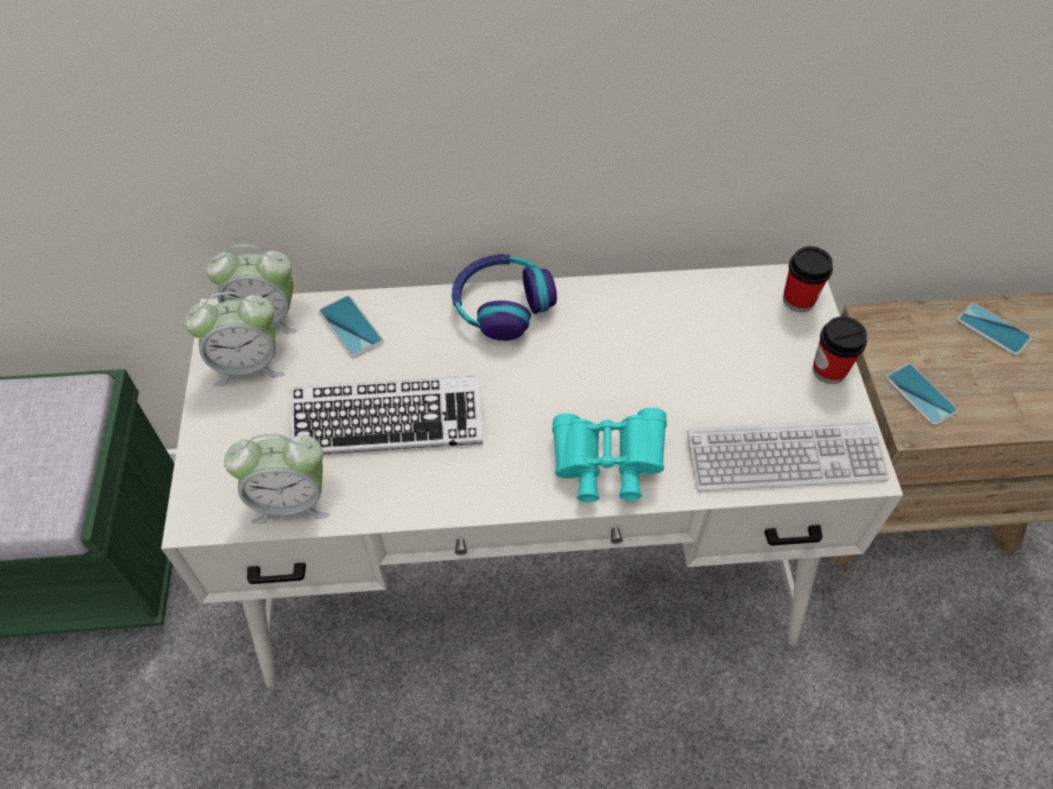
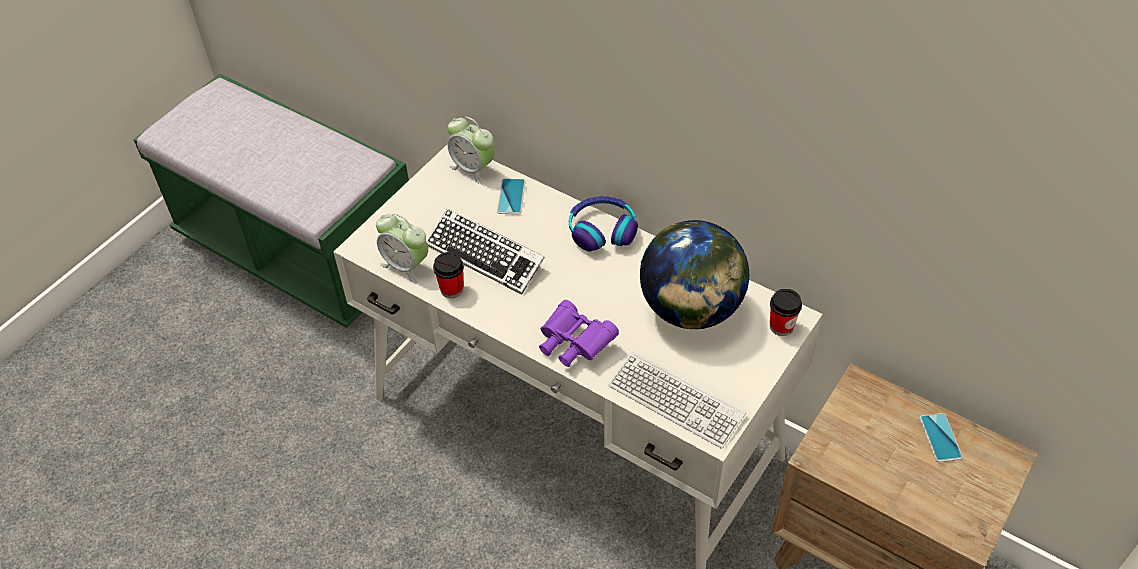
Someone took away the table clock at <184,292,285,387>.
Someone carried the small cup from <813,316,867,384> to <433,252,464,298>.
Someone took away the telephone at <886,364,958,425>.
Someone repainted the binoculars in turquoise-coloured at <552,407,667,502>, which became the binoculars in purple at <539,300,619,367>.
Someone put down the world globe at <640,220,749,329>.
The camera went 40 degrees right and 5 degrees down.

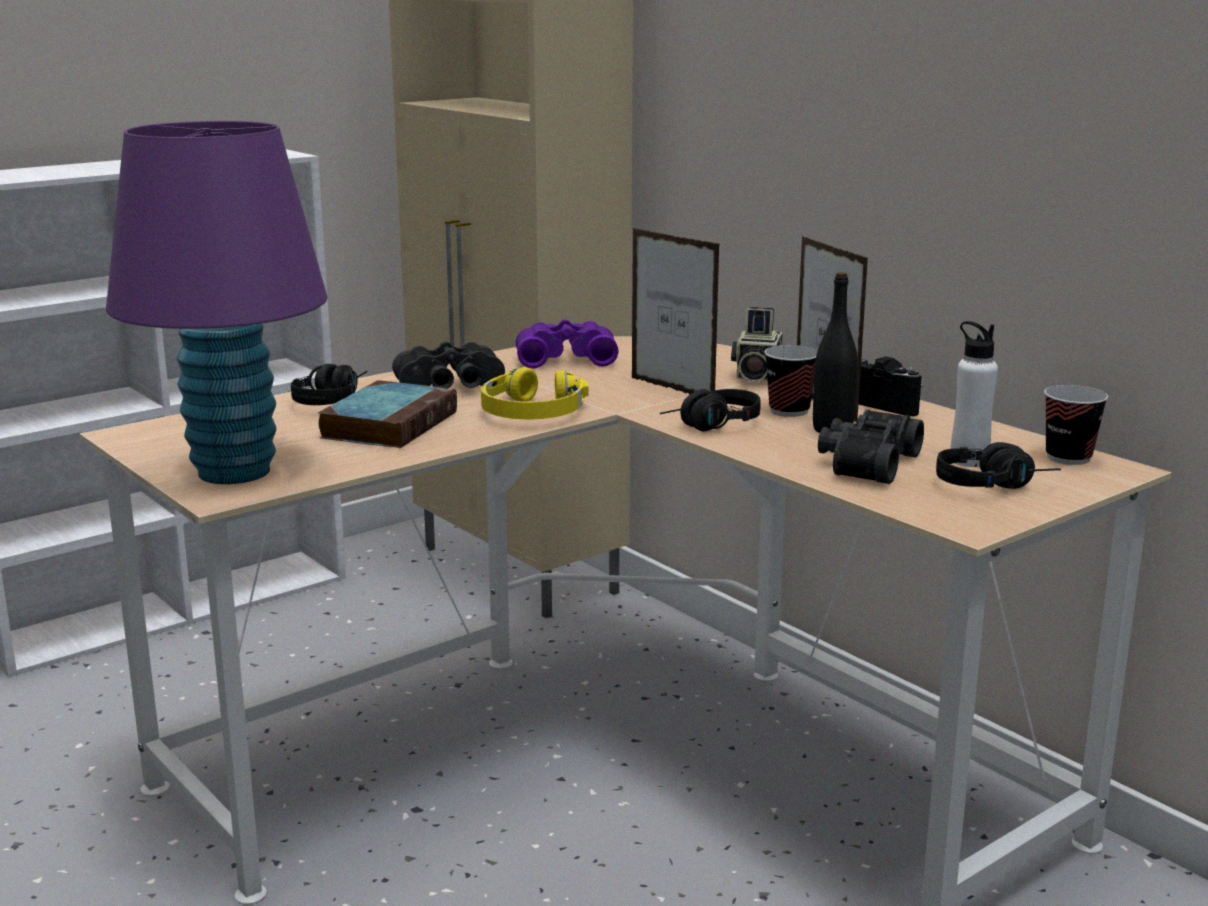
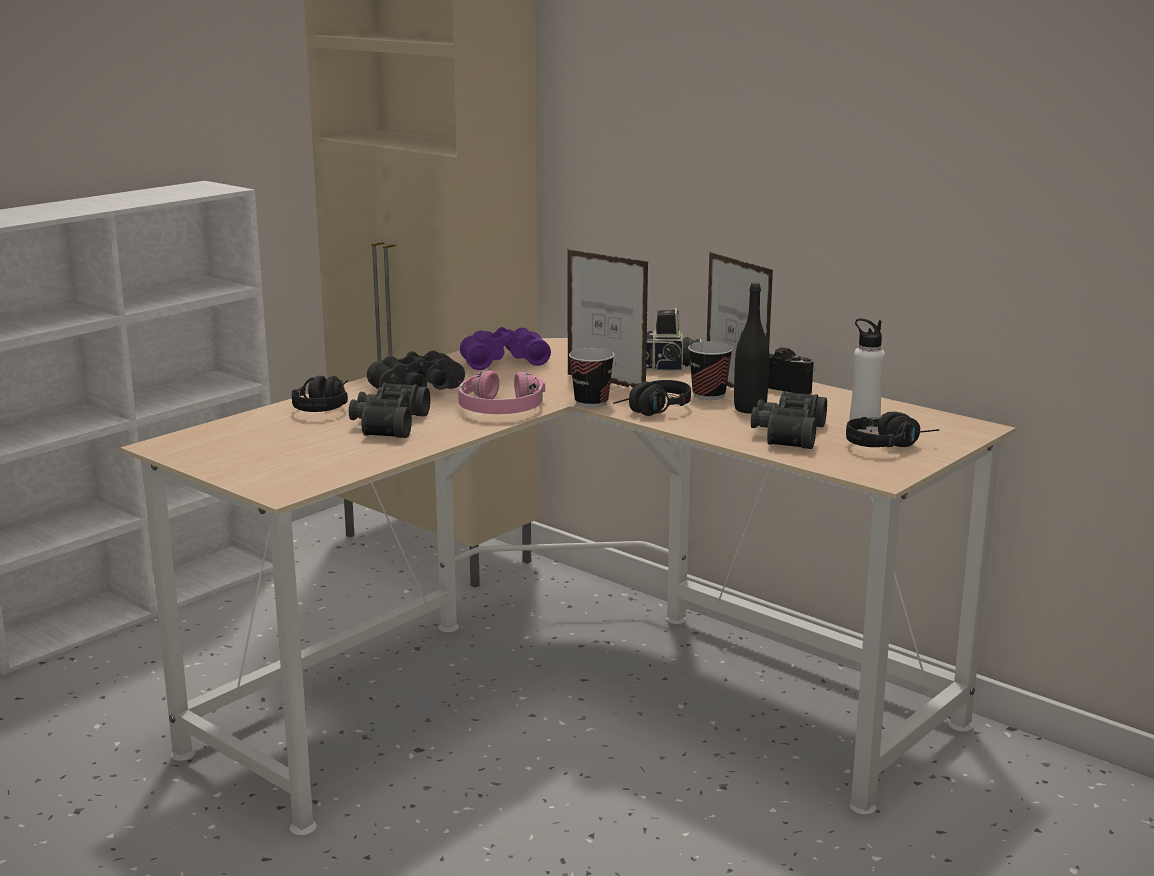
Someone took away the lamp for a table in purple at <106,121,327,484>.
Someone rotated the still camera at <731,307,783,382> by 90 degrees counterclockwise.
Someone repainted the pair of headphones in yellowish at <481,367,588,419>, which became the pair of headphones in pink-coloured at <458,370,545,414>.
Someone swapped the bound book at <318,380,457,448> for the binoculars in blackish at <349,383,430,438>.
Someone carried the small cup from <1044,385,1108,465> to <569,348,615,408>.
The camera went 10 degrees left and 0 degrees up.

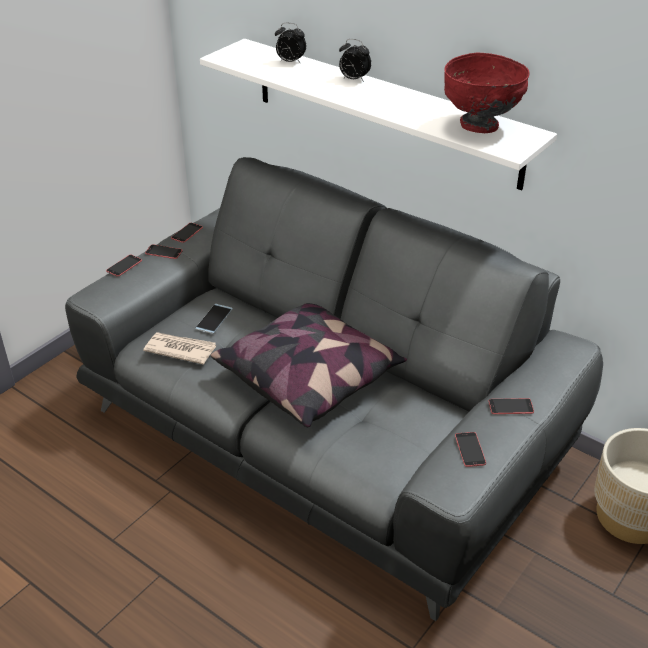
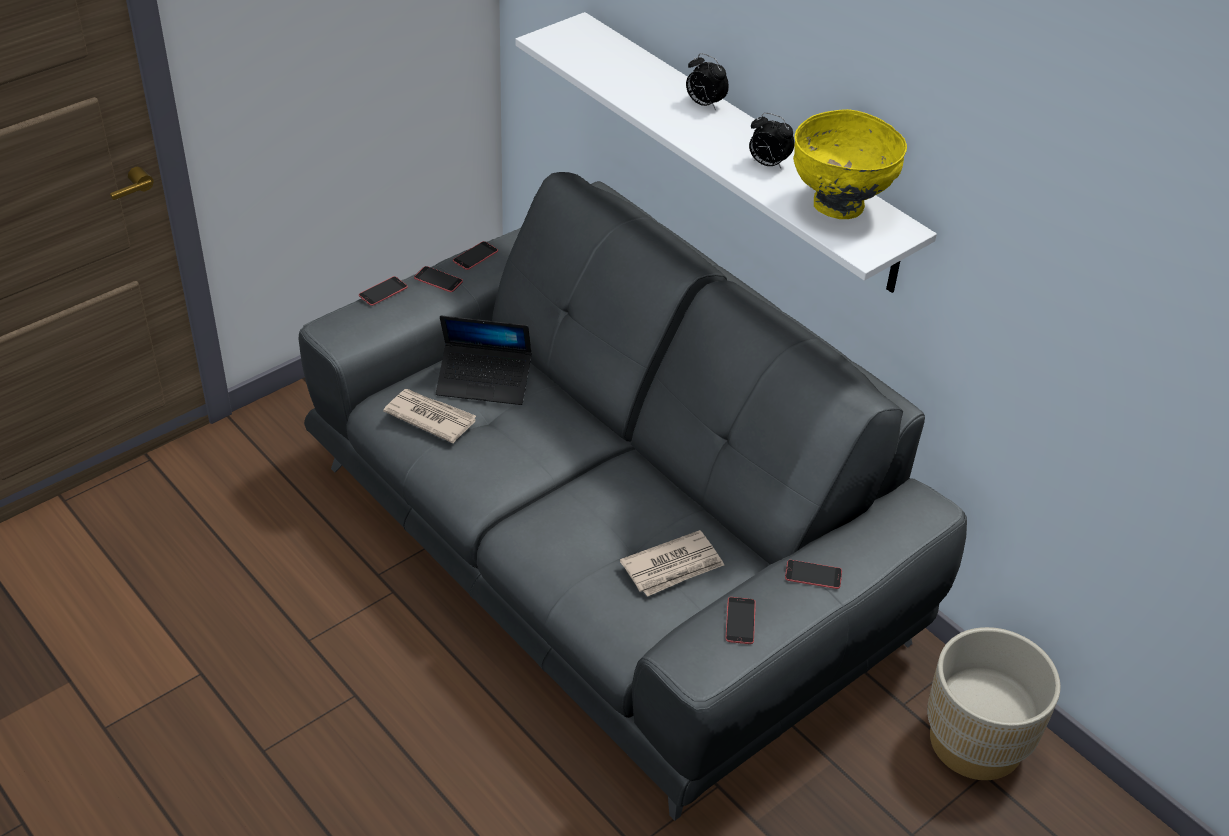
Someone carried the table clock from <275,23,306,64> to <749,113,795,170>.
Someone repainted the bowl in reddish at <444,53,529,133>, which became the bowl in yellowish at <793,109,907,219>.
Someone took away the throw pillow at <211,303,407,427>.
Someone swapped the telephone at <195,304,233,334> for the portable computer at <436,315,532,405>.
Someone put down the printed paper at <620,530,724,597>.
The camera went 10 degrees right and 5 degrees up.

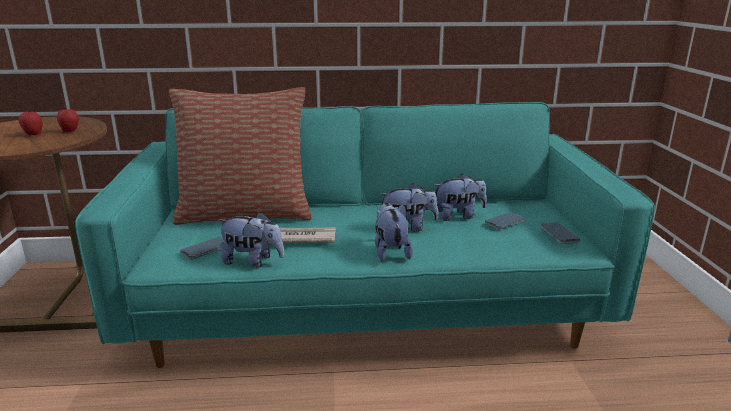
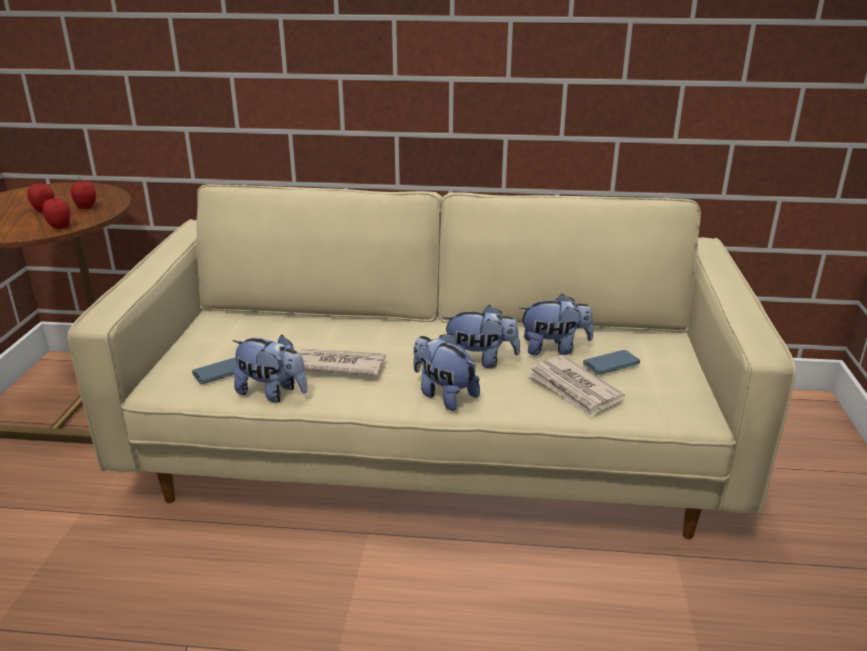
Someone took away the throw pillow at <169,87,311,225>.
Someone repainted the sofa in turquoise-coloured at <75,102,655,368>, which became the sofa in beige at <68,184,796,539>.
Someone rotated the soft toy at <375,203,413,262> by 45 degrees counterclockwise.
Someone took away the telephone at <541,222,580,244>.
Someone put down the apple at <43,196,70,229>.
Someone put down the printed paper at <528,355,625,417>.
The camera went 10 degrees right and 5 degrees up.

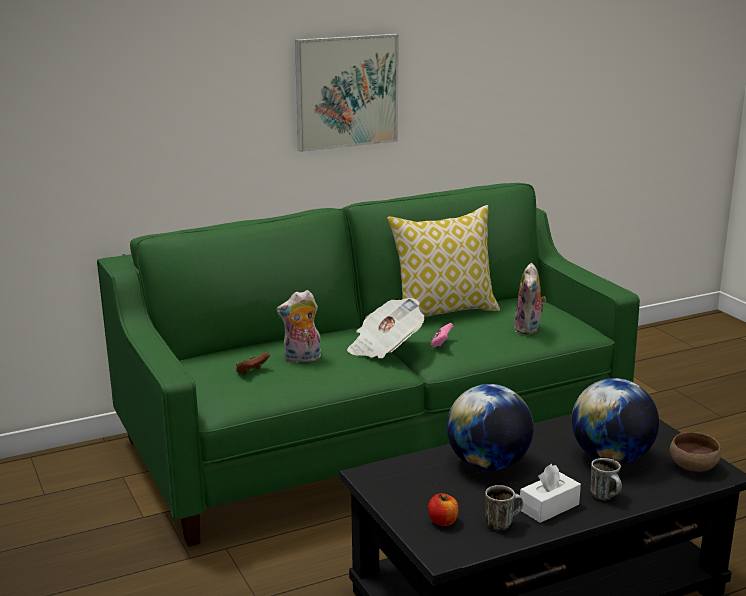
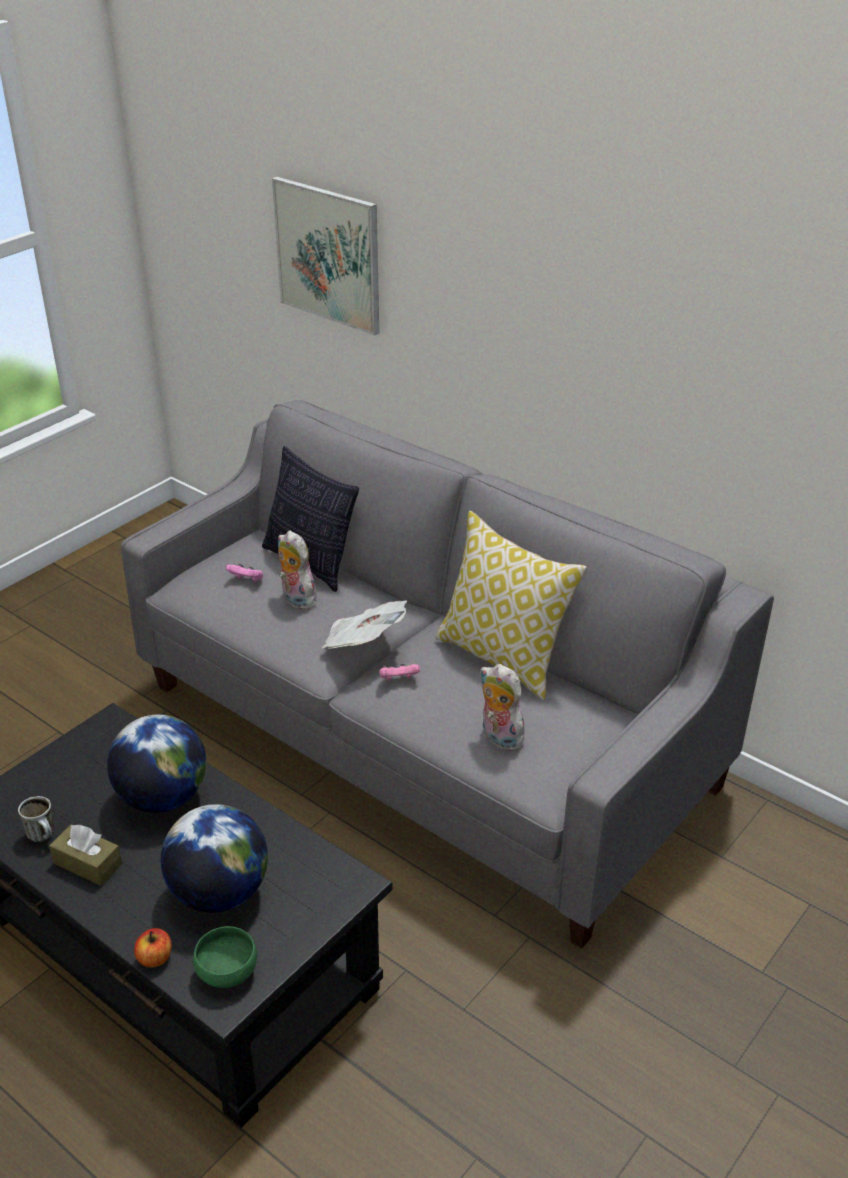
Someone carried the wall art from <295,34,399,152> to <272,177,379,336>.
Someone repainted the sofa in green at <97,183,640,547>, which became the sofa in gray at <121,400,774,949>.
Someone rotated the soft toy at <514,263,546,334> by 60 degrees clockwise.
Someone repainted the game controller in brownish at <236,352,270,374>, which became the game controller in pink-coloured at <226,564,263,582>.
Someone repainted the bowl in brownish at <670,432,721,472>, which became the bowl in green at <193,926,257,988>.
Someone took away the mug at <590,458,622,501>.
Someone repainted the tissue holder in white-coloured at <520,464,581,523>, which became the tissue holder in brownish at <49,824,122,886>.
Someone carried the apple from <428,493,458,526> to <134,928,172,967>.
Someone put down the throw pillow at <262,446,359,592>.
The camera went 65 degrees right and 15 degrees up.

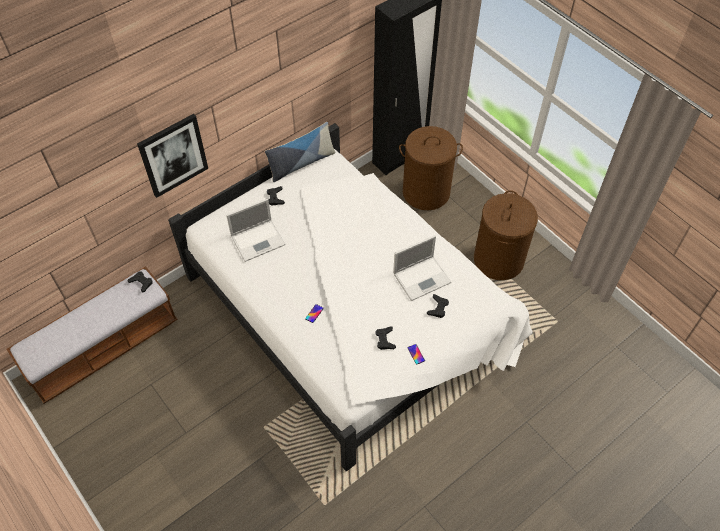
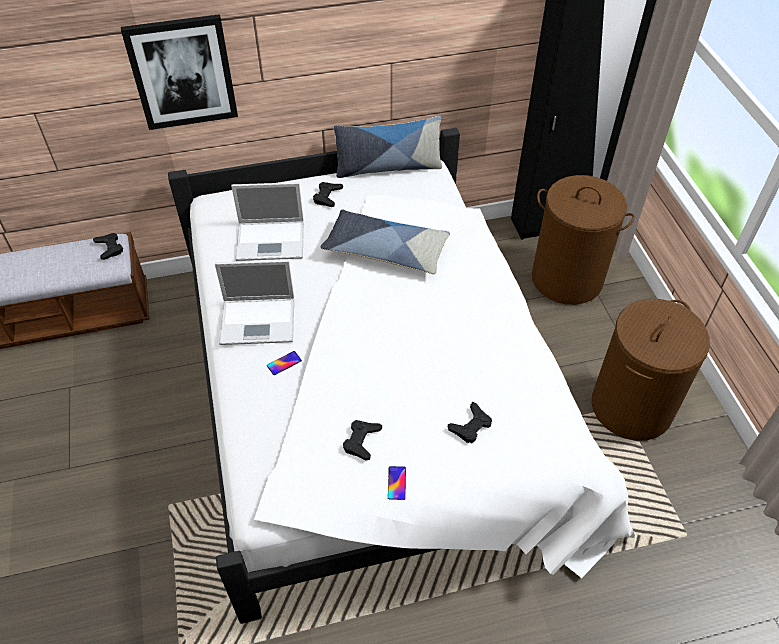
Someone carried the portable computer from <393,235,451,301> to <215,260,294,345>.
Someone put down the throw pillow at <321,209,450,274>.
The camera went 25 degrees right and 5 degrees down.

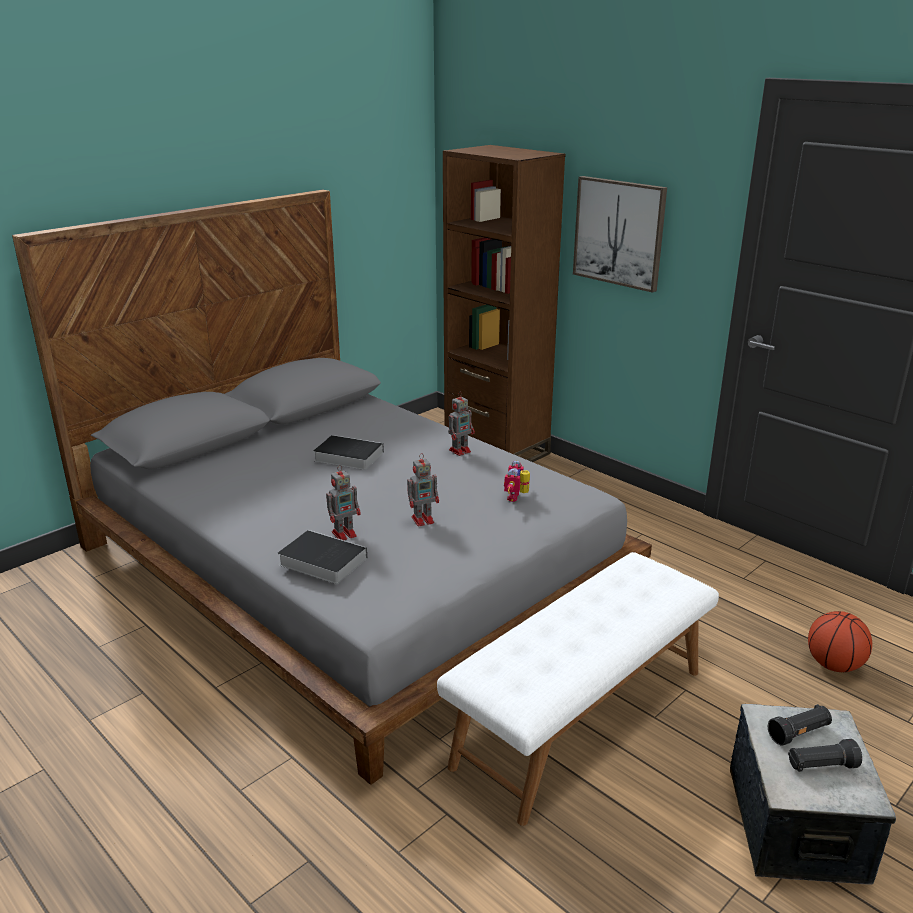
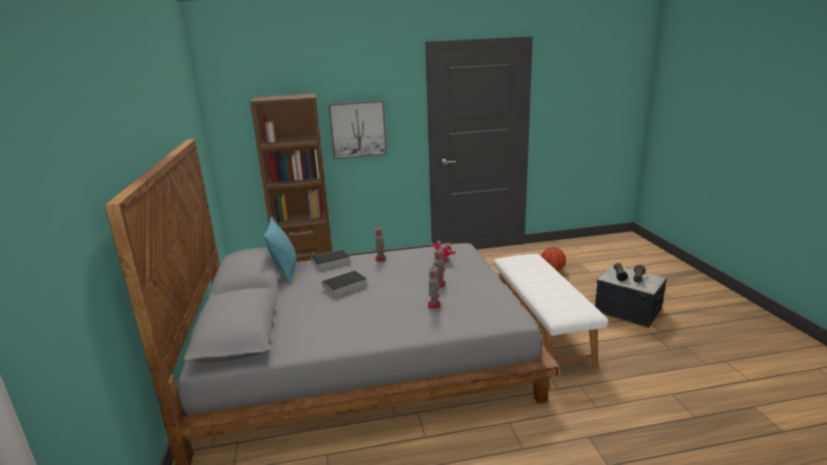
Someone carried the bound book from <278,530,367,584> to <308,249,351,271>.
Someone put down the throw pillow in turquoise-coloured at <263,216,297,284>.
The camera went 55 degrees left and 5 degrees down.

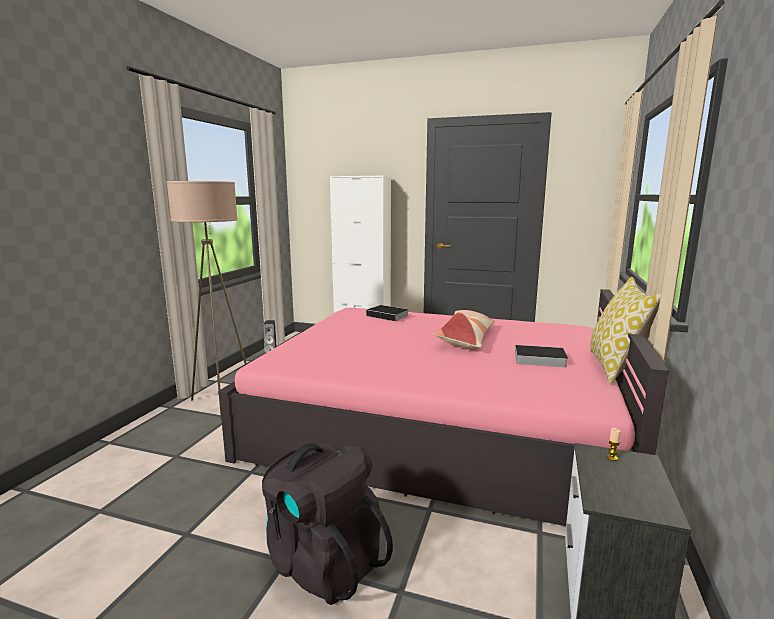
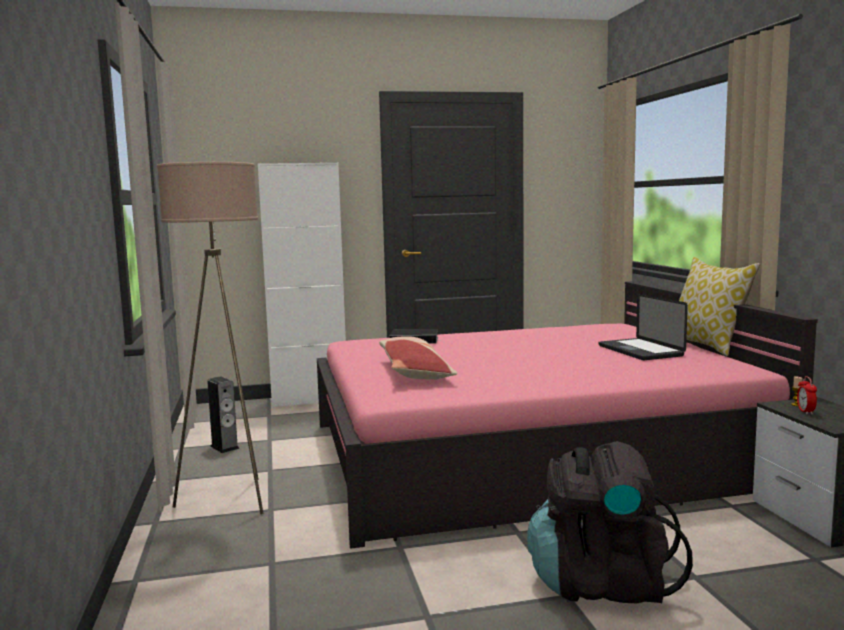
Someone carried the throw pillow from <433,310,495,348> to <379,336,457,380>.
Someone swapped the bound book at <506,345,568,367> for the portable computer at <598,294,688,360>.
Someone put down the table clock at <797,376,817,414>.
The camera went 30 degrees left and 5 degrees down.

